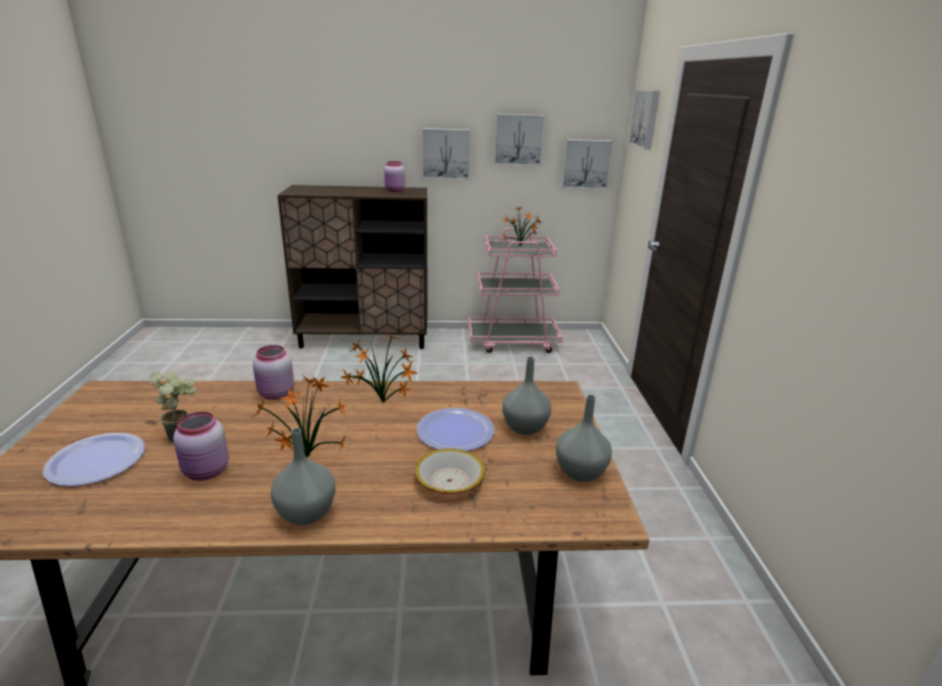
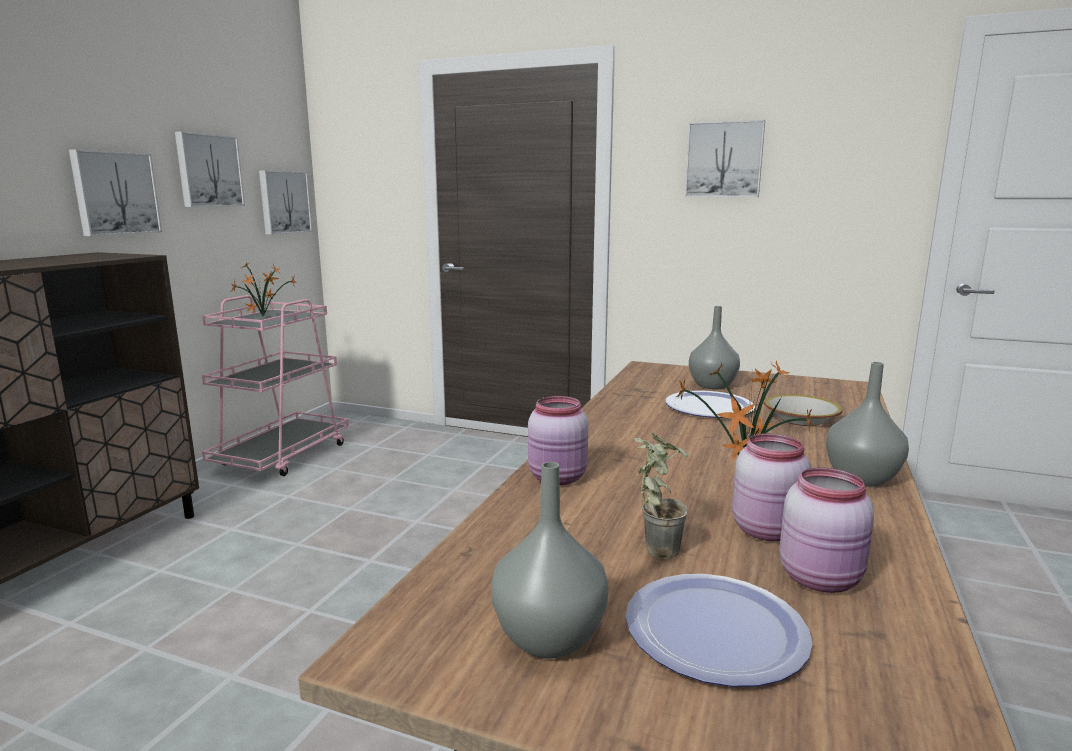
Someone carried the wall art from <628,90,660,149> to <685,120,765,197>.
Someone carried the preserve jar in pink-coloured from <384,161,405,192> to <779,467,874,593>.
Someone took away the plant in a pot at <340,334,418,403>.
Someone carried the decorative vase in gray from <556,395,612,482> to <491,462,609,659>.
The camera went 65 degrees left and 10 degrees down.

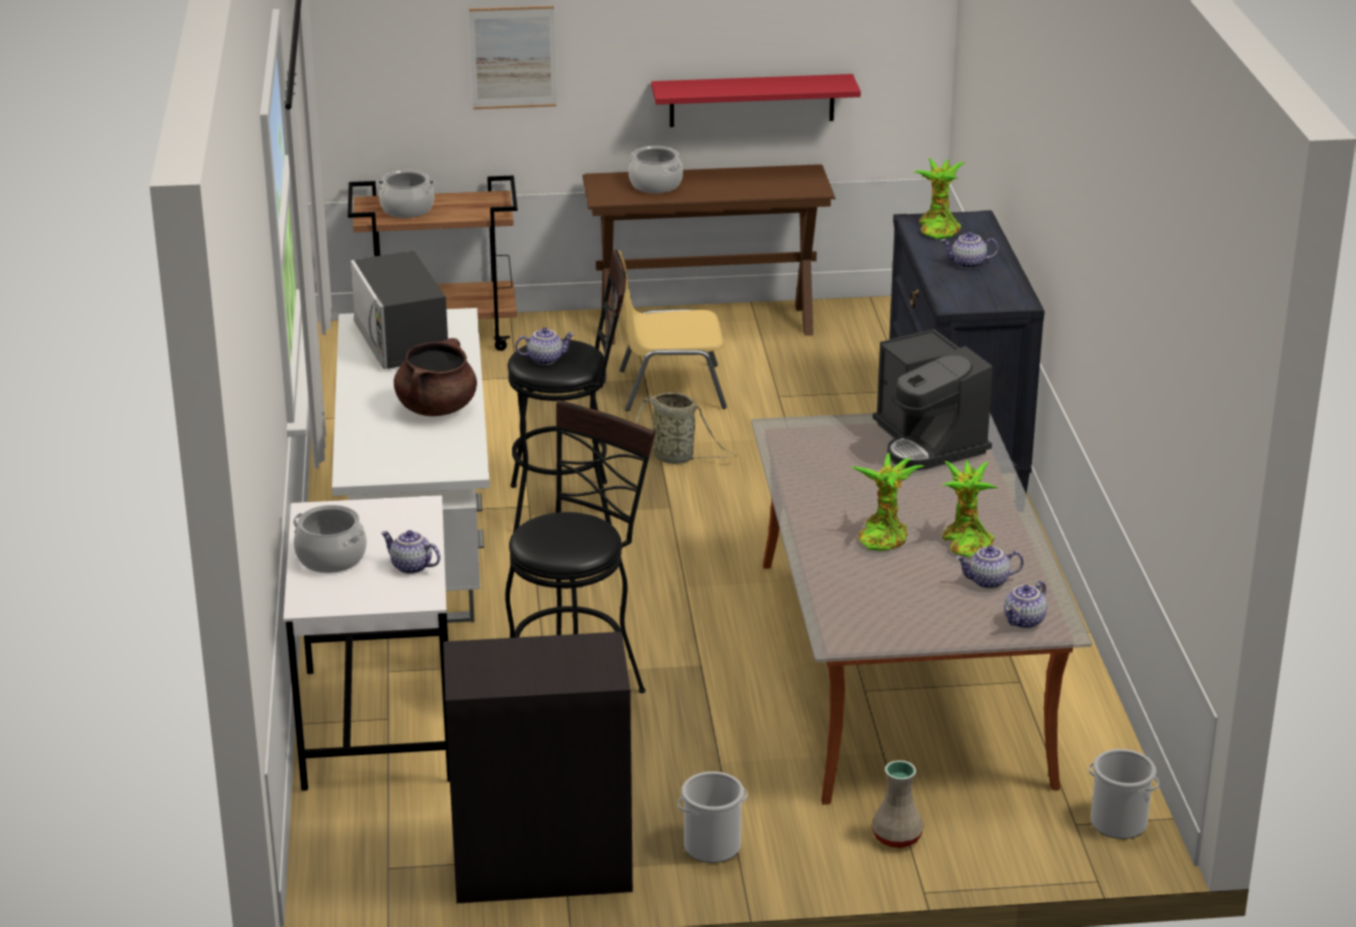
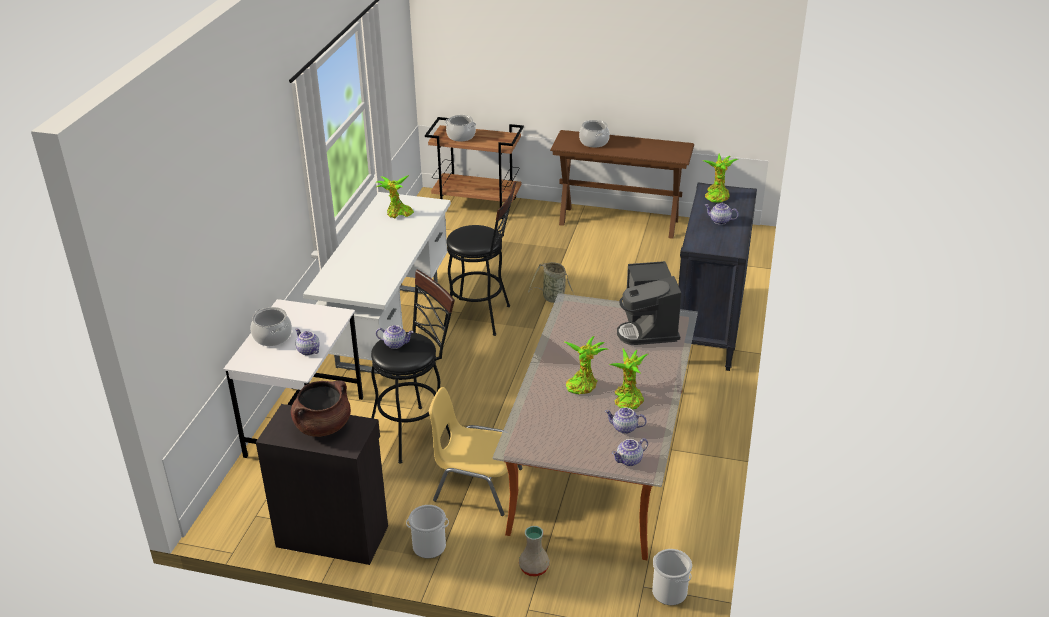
Someone took away the wall art at <469,6,557,109>.
Someone took away the shelf in reddish at <651,74,861,127>.
Someone swapped the microwave oven at <351,251,448,369> for the plant in a pot at <376,175,414,219>.
Someone carried the upright chair in yellowish from <618,251,727,411> to <429,387,523,516>.
Someone carried the teapot from <515,328,574,365> to <376,325,414,349>.
Someone carried the saucepot in brownish from <394,338,477,416> to <291,380,351,437>.
The camera went 20 degrees right and 5 degrees up.

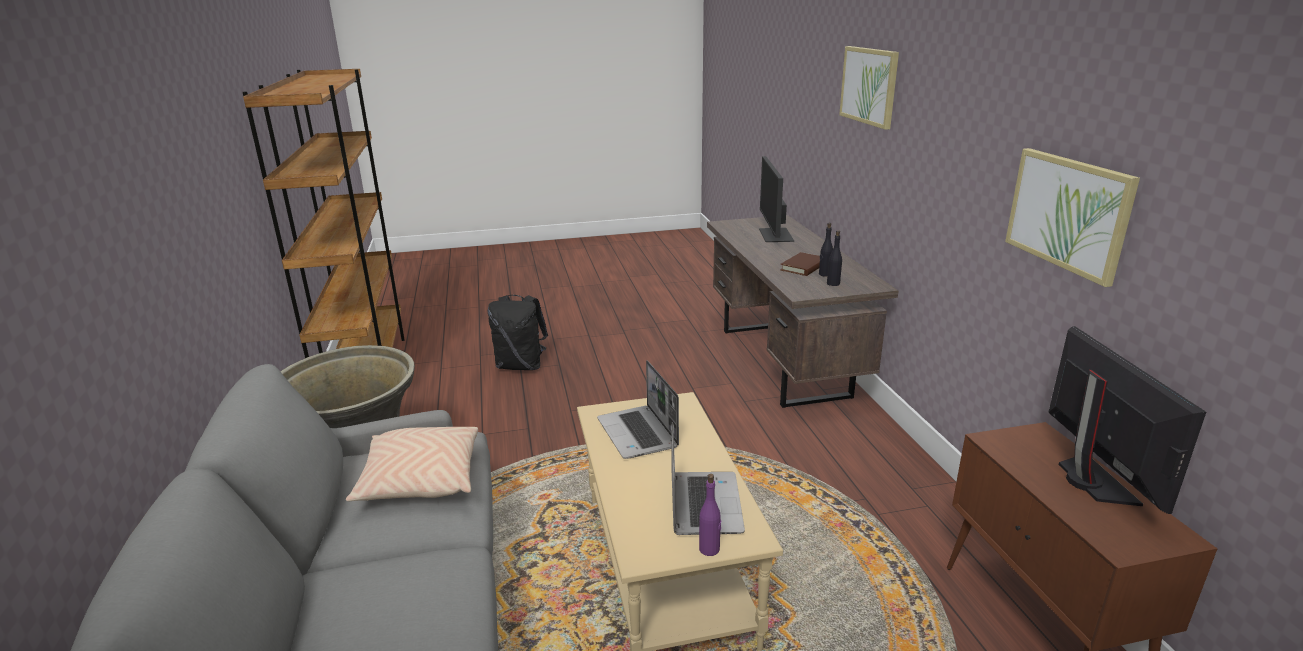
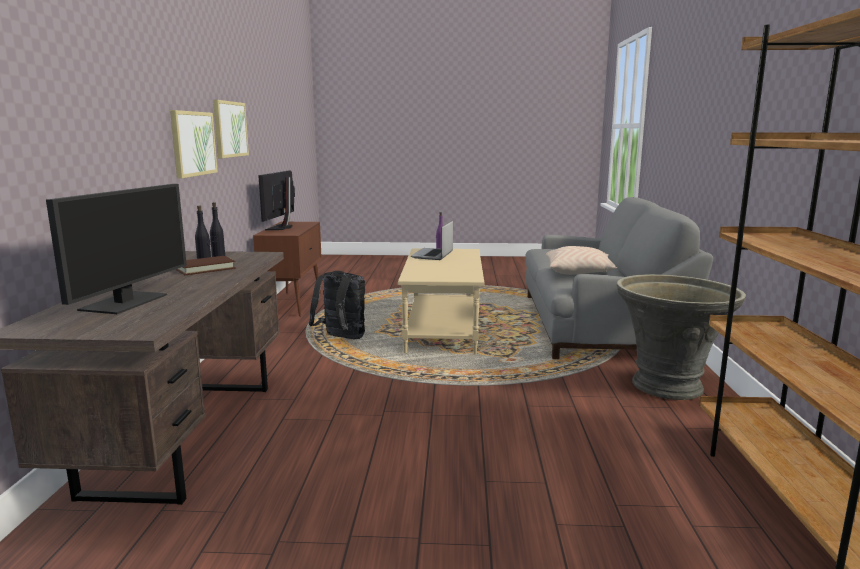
Someone carried the wall art from <839,46,899,130> to <170,110,218,179>.
Someone carried the knapsack in blackish from <488,295,548,370> to <309,271,365,339>.
Someone took away the portable computer at <597,360,679,459>.
The camera went 165 degrees left and 10 degrees down.

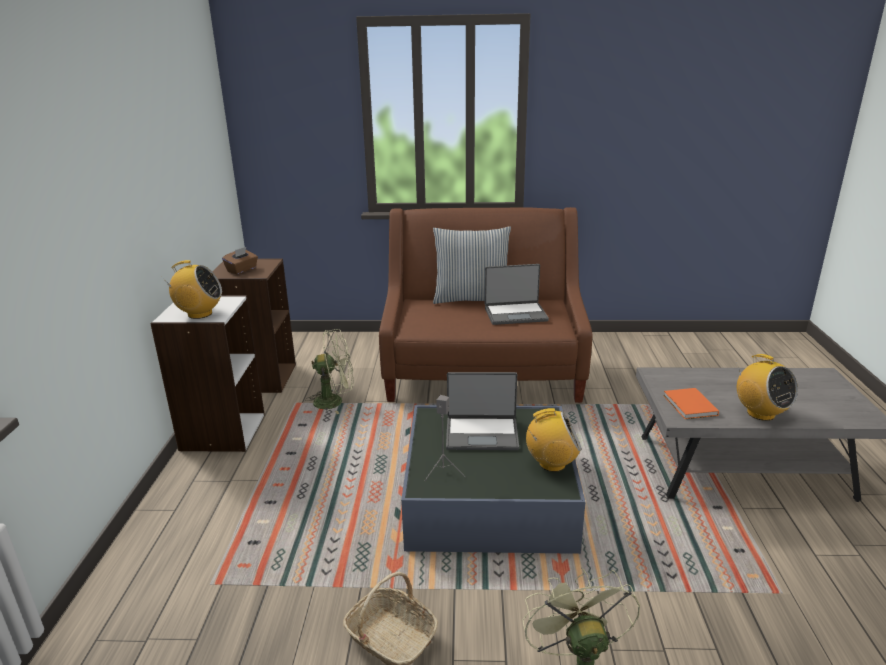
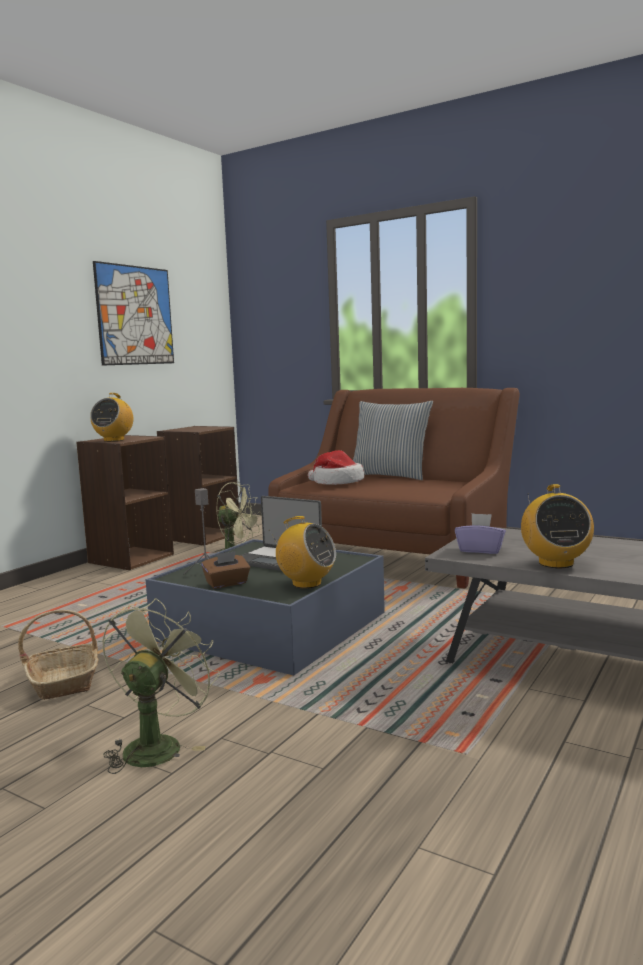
Someone carried the tissue holder in brownish from <222,247,258,274> to <201,551,250,589>.
Someone rotated the radio set at <161,260,222,319> by 75 degrees clockwise.
Someone took away the portable computer at <485,264,549,325>.
Someone repainted the bookshelf in white-coloured at <150,295,265,452>, which became the bookshelf in brownish at <76,435,174,570>.
Someone swapped the bound book in orange-coloured at <663,388,719,419> for the tissue holder in purple at <455,513,506,554>.
Someone put up the wall art at <93,261,174,366>.
Someone put down the wearable hat at <308,450,364,485>.
The camera went 30 degrees right and 15 degrees down.

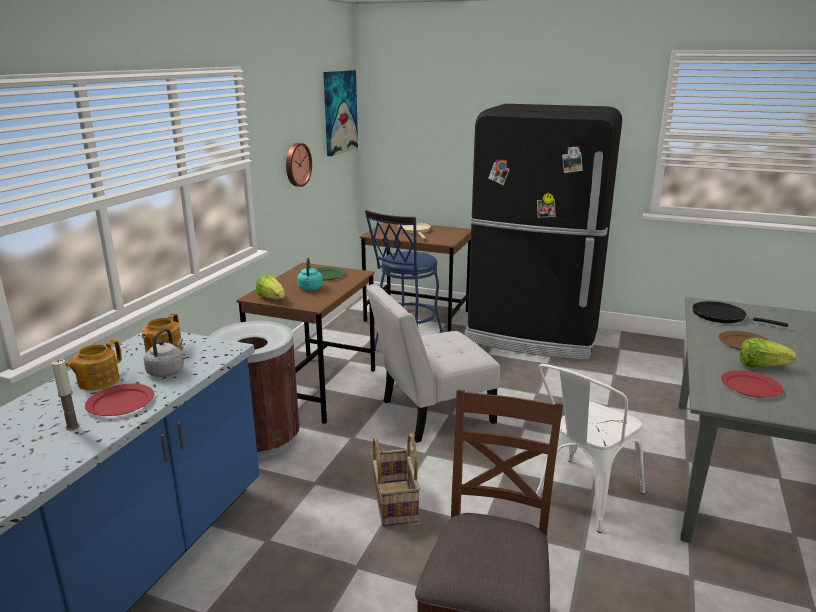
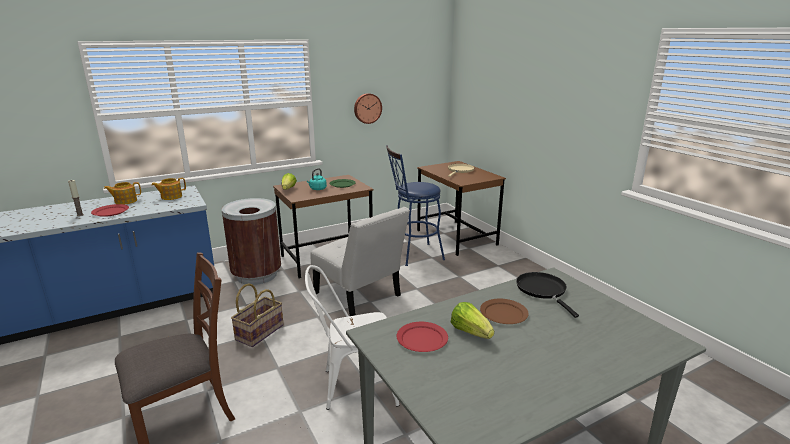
Someone took away the wall art at <323,70,358,156>.
Someone took away the refrigerator in blackish at <464,104,622,360>.
Someone rotated the upright chair in white-coloured at <366,284,500,443> by 150 degrees counterclockwise.
Someone took away the kettle in gray at <143,329,184,377>.
The camera went 40 degrees right and 0 degrees up.

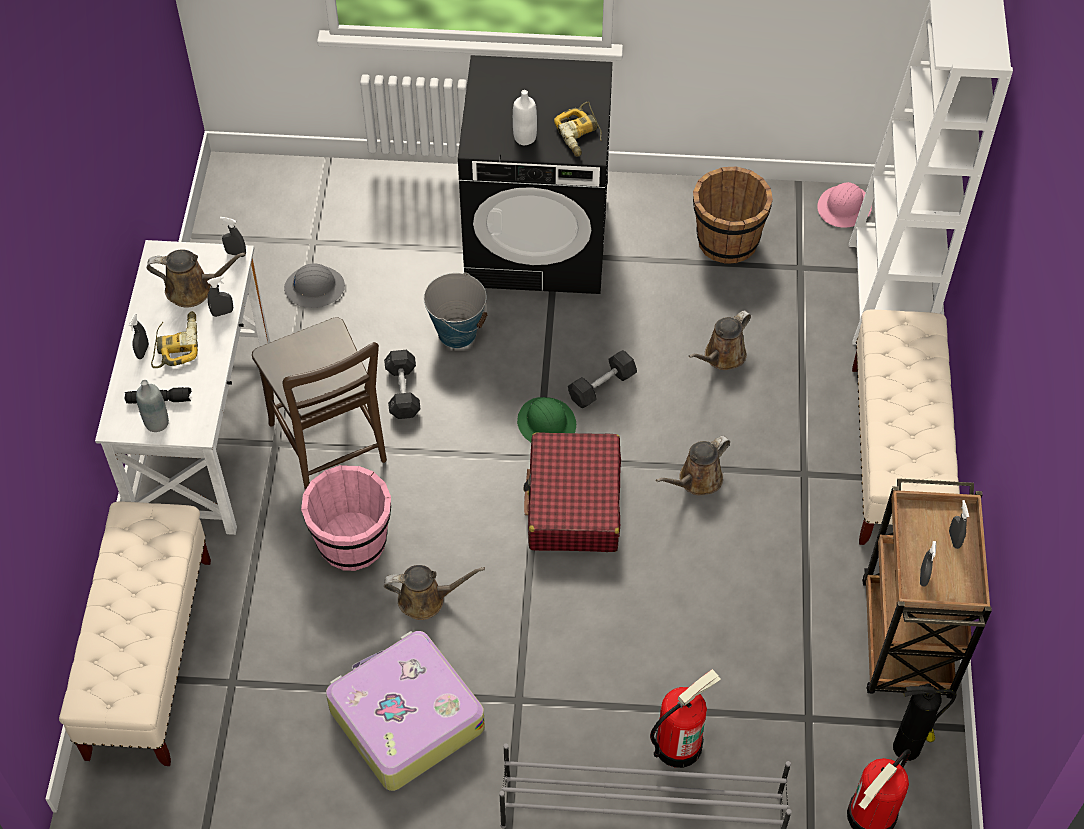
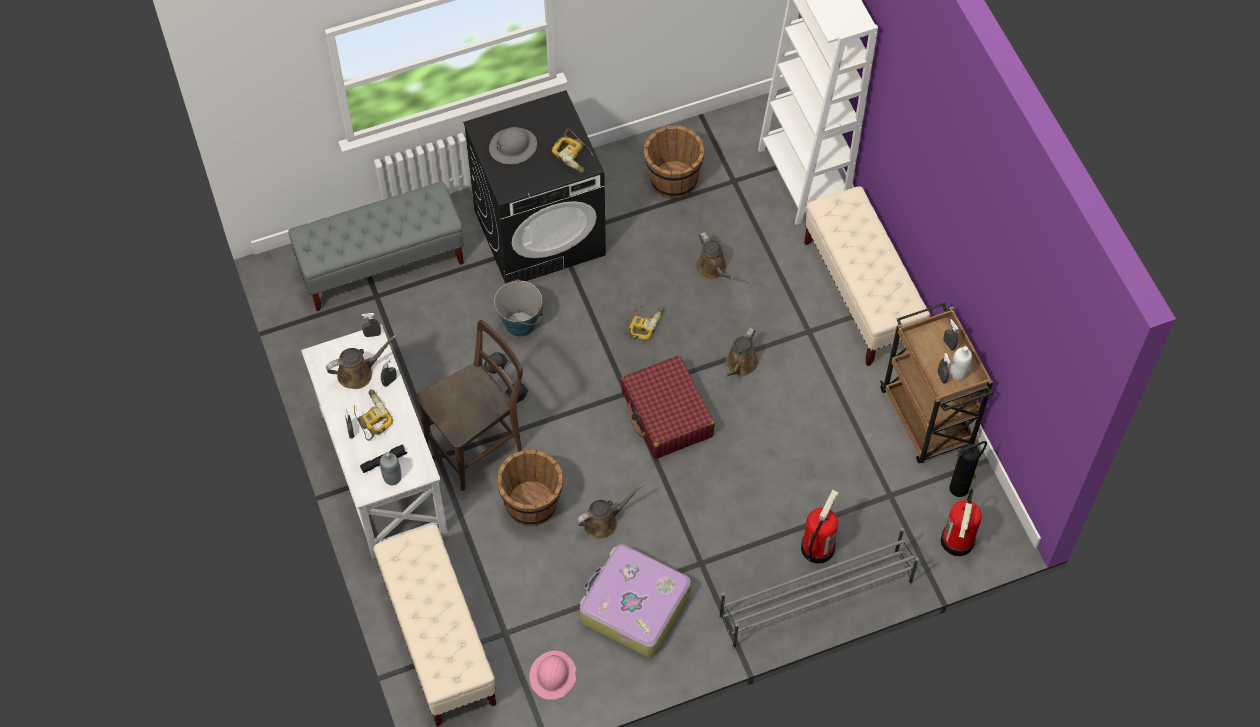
Someone carried the drink bottle in white-coloured from <513,90,537,145> to <950,346,972,381>.
Someone carried the hard hat in pink-coloured from <817,182,872,228> to <529,651,577,700>.
Someone carried the hard hat in gray from <284,263,345,308> to <489,127,537,165>.
Someone rotated the sprinkling can in brownish at <689,310,751,370> by 45 degrees counterclockwise.
Someone rotated the upright chair in brownish at <252,317,387,490> by 75 degrees counterclockwise.
Someone swapped the dumbbell in gray at <568,350,637,409> for the power drill at <619,305,664,340>.
Someone took away the hard hat in green at <517,397,576,442>.
Someone repainted the bucket in pink-coloured at <301,465,391,571>, which became the bucket in brownish at <497,450,563,526>.
Someone put down the long seat in gray at <289,182,464,311>.
The camera went 25 degrees left and 5 degrees up.

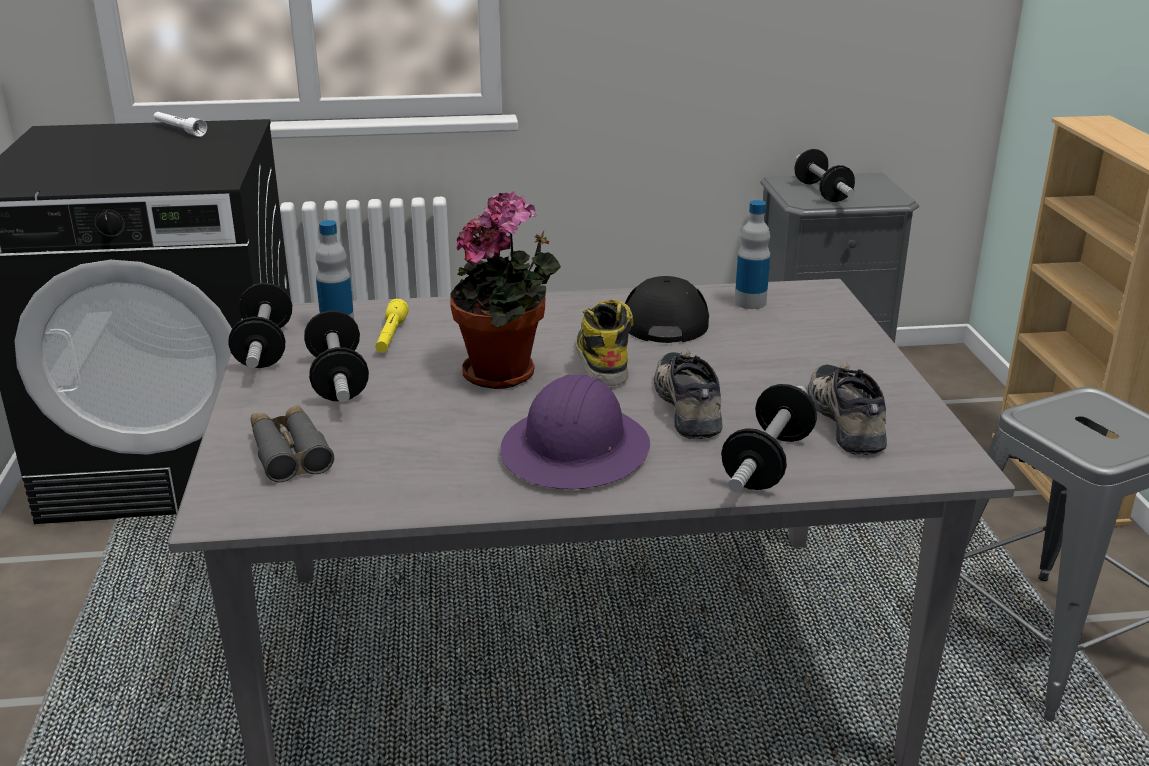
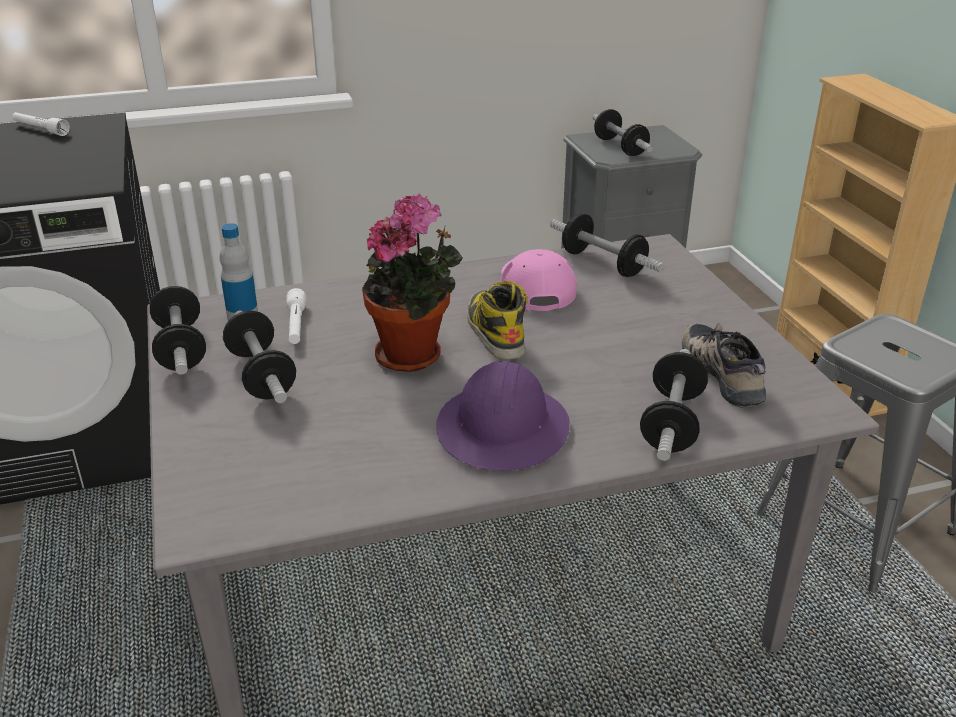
Someone swapped the drink bottle at <735,200,770,309> for the dumbbell at <550,213,665,277>.
Someone repainted the baseball cap in blackish at <625,276,709,343>, which became the baseball cap in pink-coloured at <500,249,577,311>.
Someone repainted the torch in yellowish at <375,299,409,353>, which became the torch in white-coloured at <286,288,306,344>.
Someone took away the low shoe at <654,349,723,439>.
Someone took away the binoculars in gray at <250,405,334,482>.
The camera went 10 degrees left and 5 degrees up.

